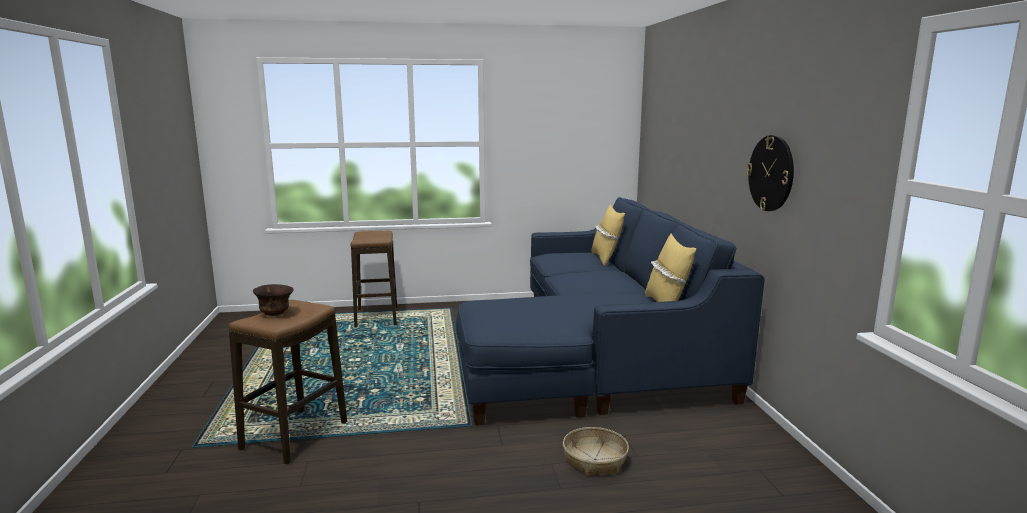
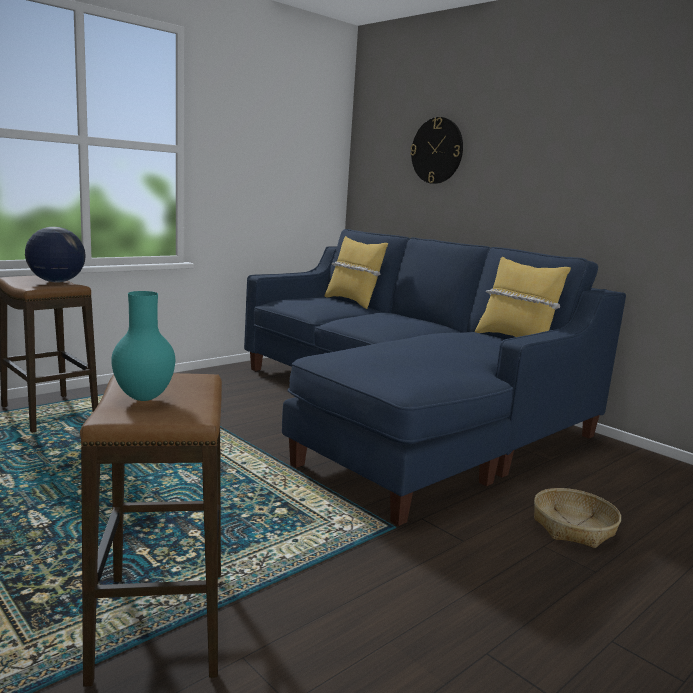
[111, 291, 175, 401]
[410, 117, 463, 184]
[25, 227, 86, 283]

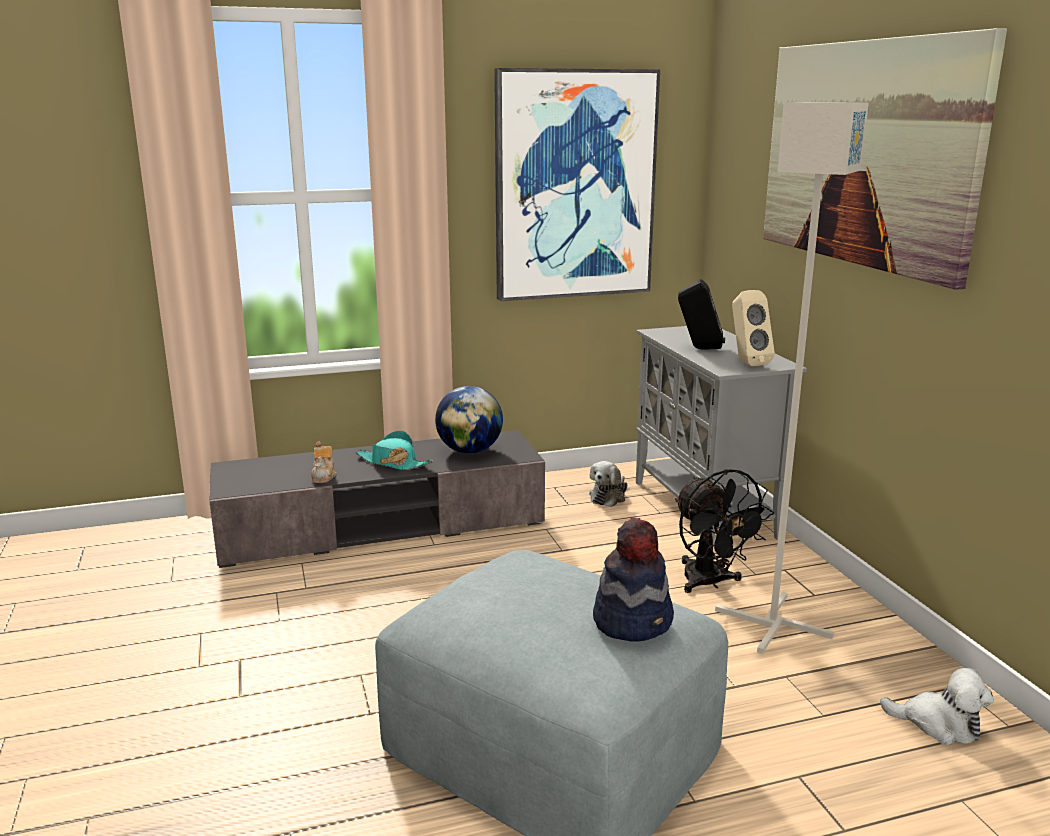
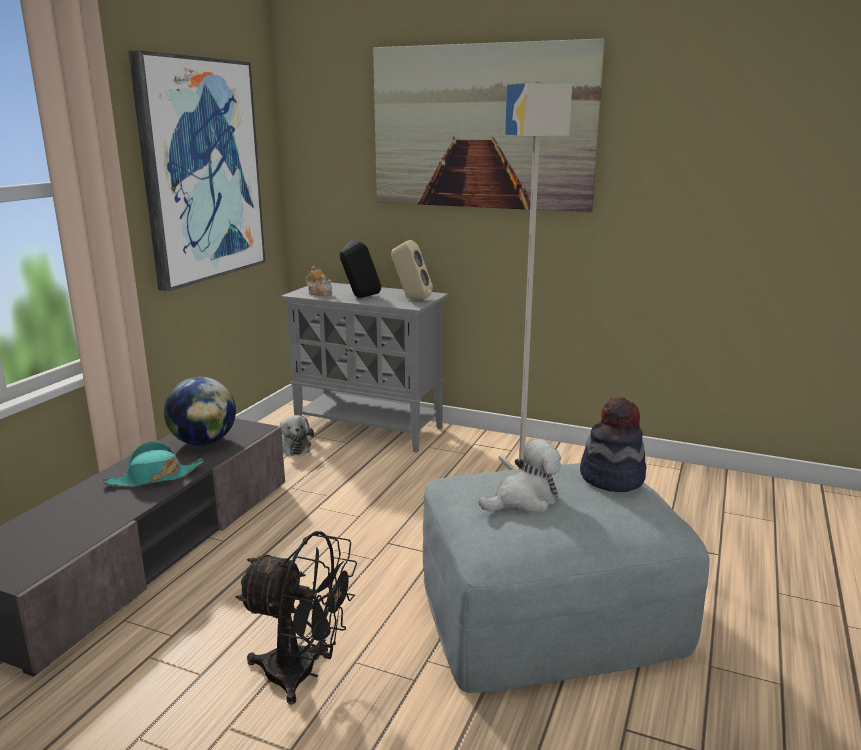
[305, 266, 332, 296]
[235, 531, 357, 705]
[478, 439, 561, 512]

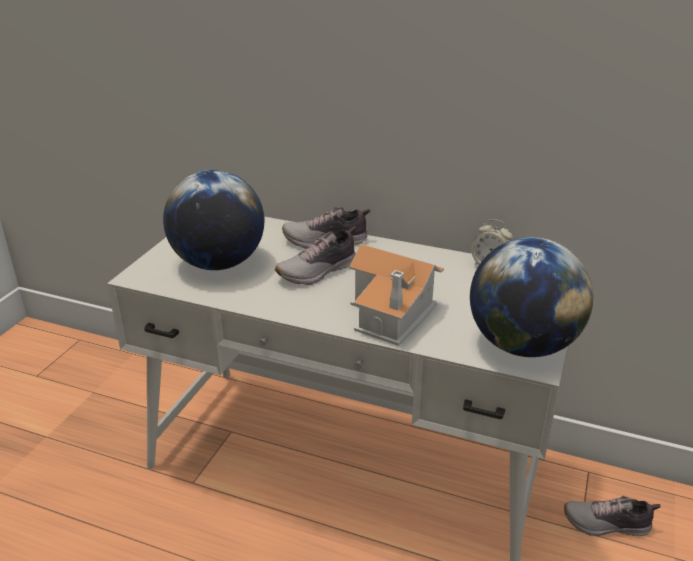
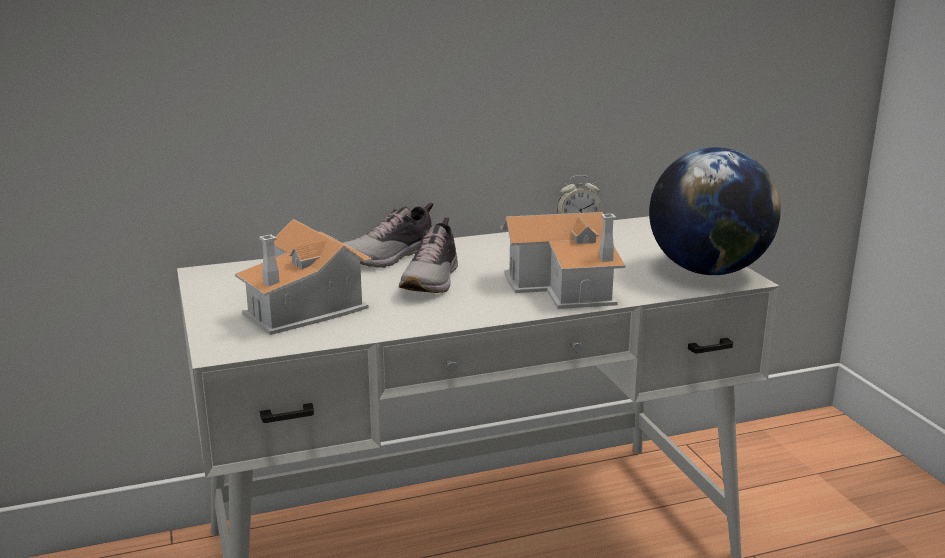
[235, 219, 372, 335]
[564, 496, 661, 536] (first image)

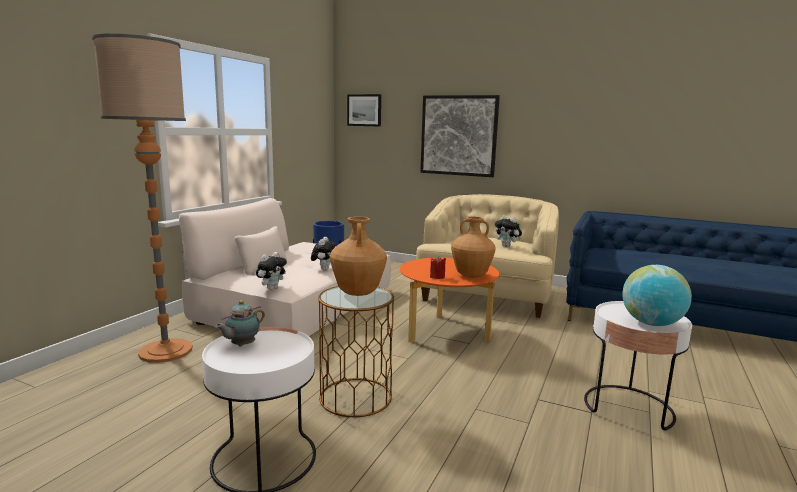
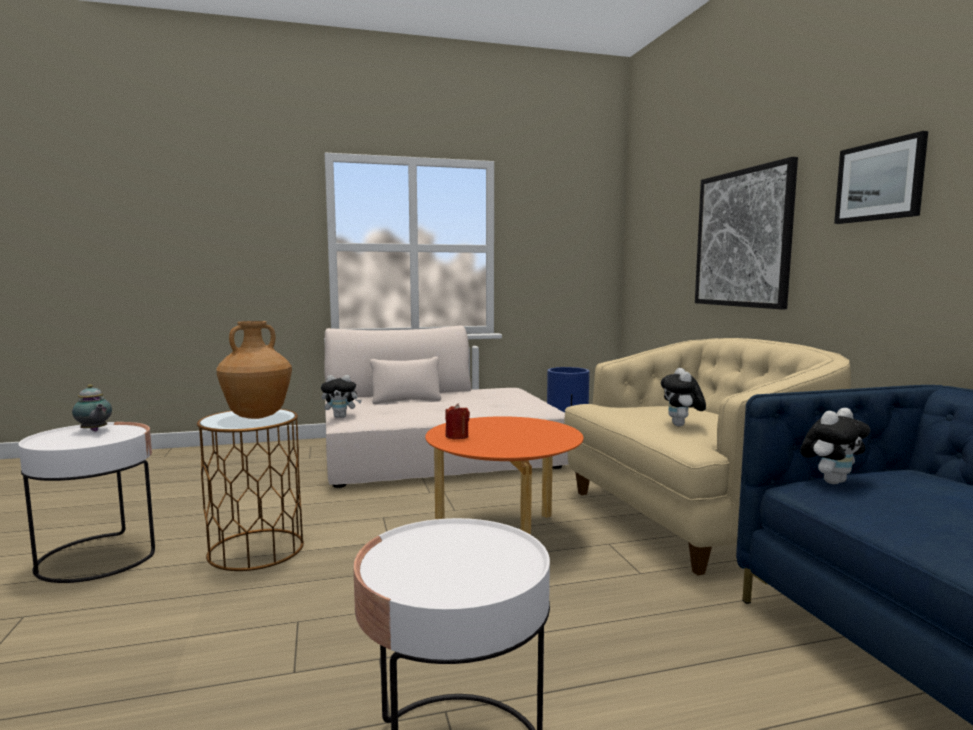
[92, 34, 192, 363] (first image)
[72, 384, 112, 432]
[800, 408, 871, 484]
[834, 131, 928, 224]
[451, 217, 495, 278] (first image)
[622, 265, 692, 326] (first image)

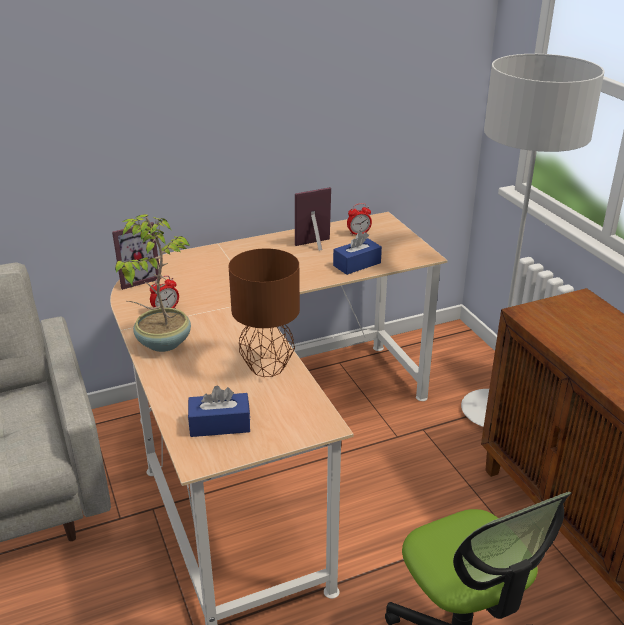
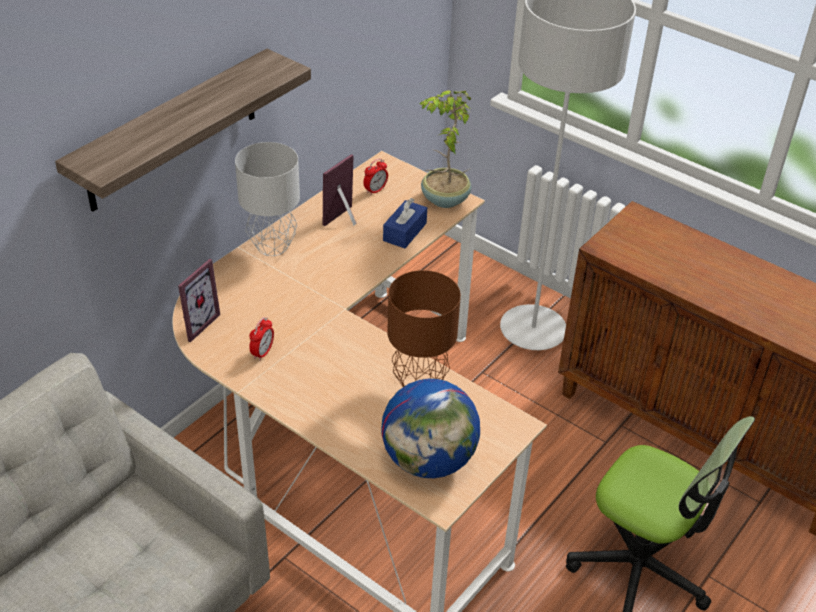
[420, 90, 472, 208]
[381, 379, 480, 478]
[55, 49, 311, 212]
[235, 142, 300, 256]

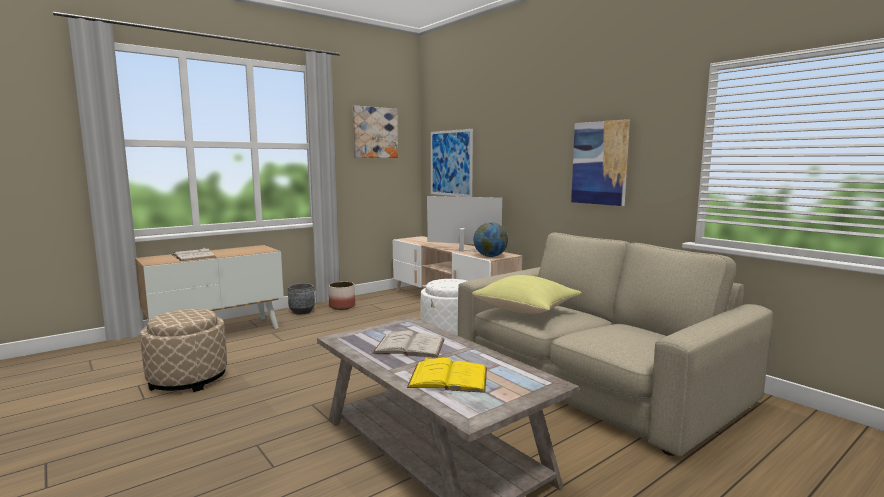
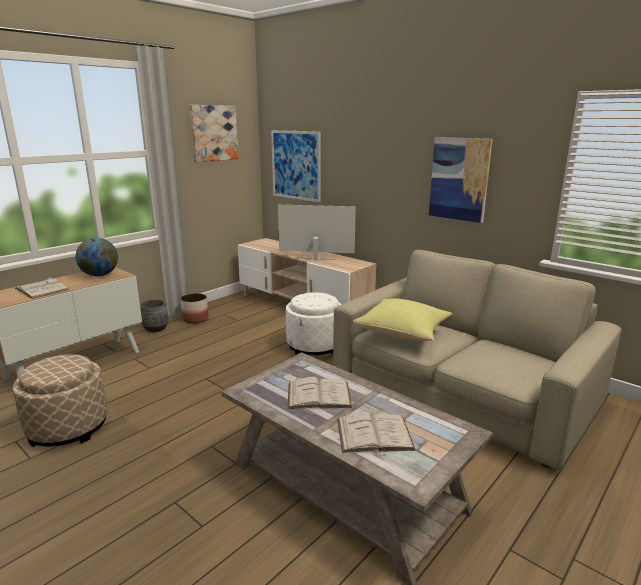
[337, 412, 416, 453]
[76, 238, 118, 276]

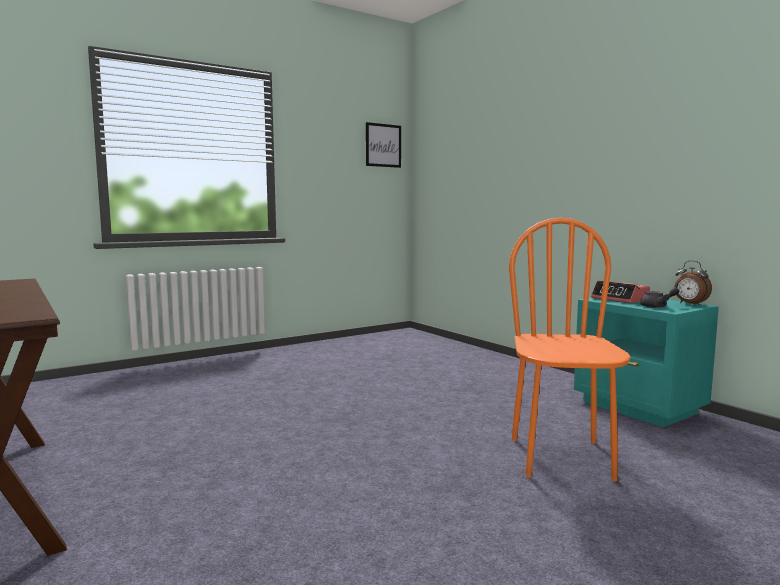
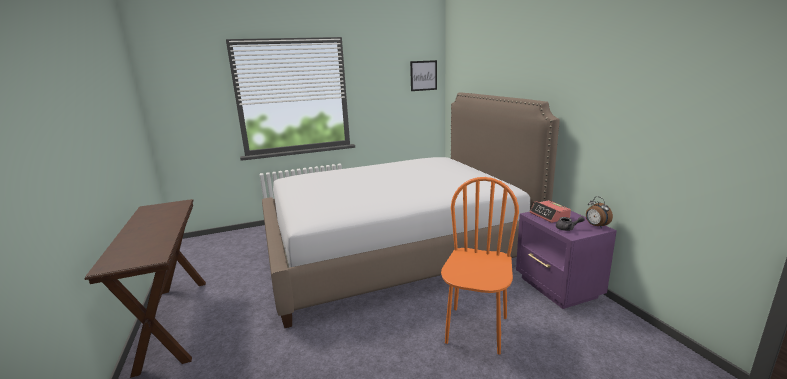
[516, 211, 617, 309]
[262, 92, 560, 328]

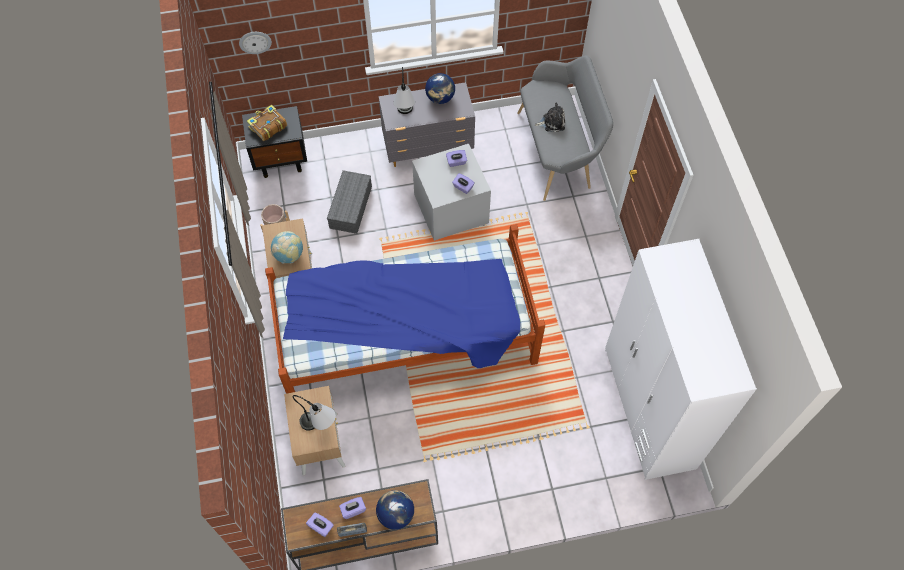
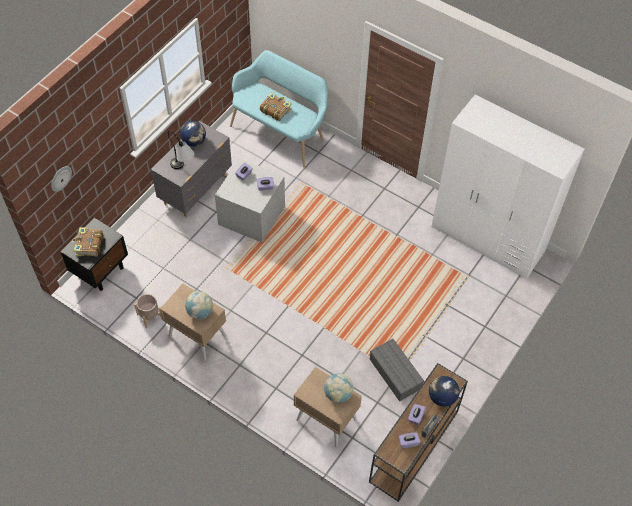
[265, 224, 545, 394] (first image)
[324, 373, 354, 403]
[370, 339, 424, 402]
[230, 50, 328, 168]
[260, 93, 292, 121]

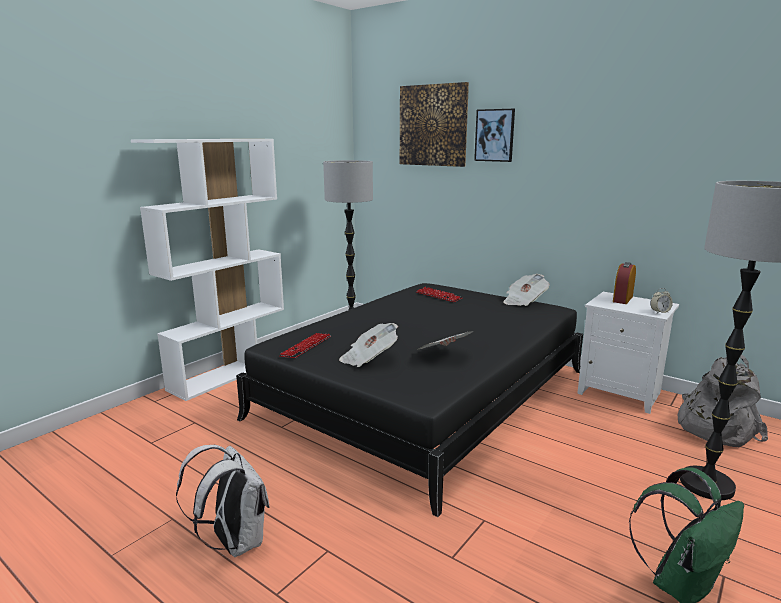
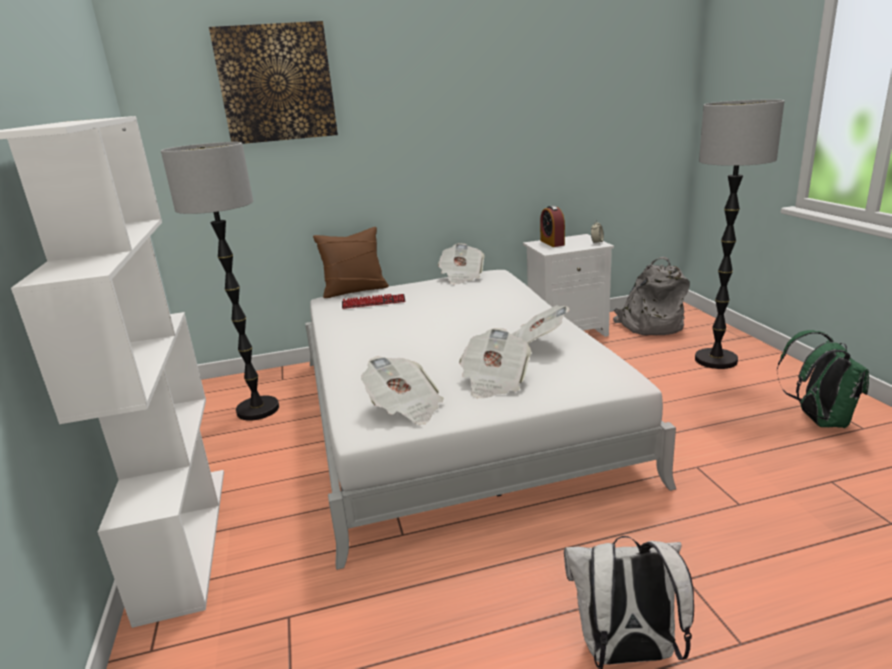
[305, 270, 676, 570]
[361, 356, 444, 425]
[474, 109, 515, 162] (first image)
[313, 227, 389, 298]

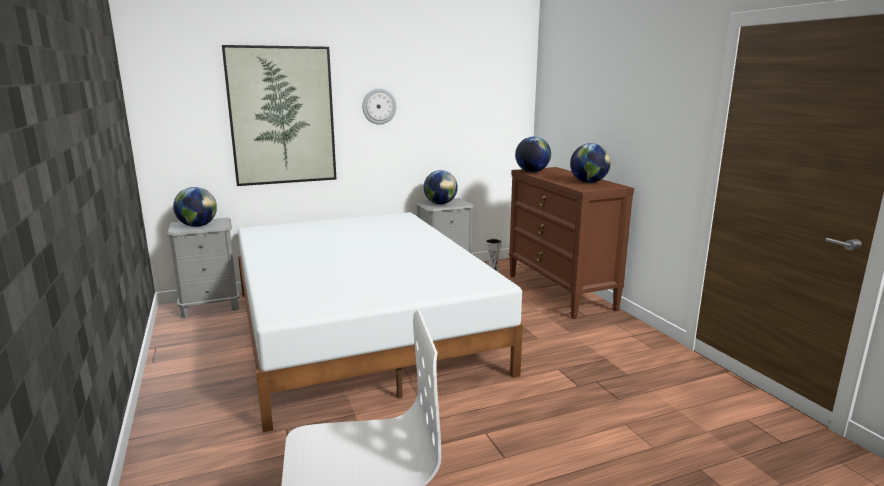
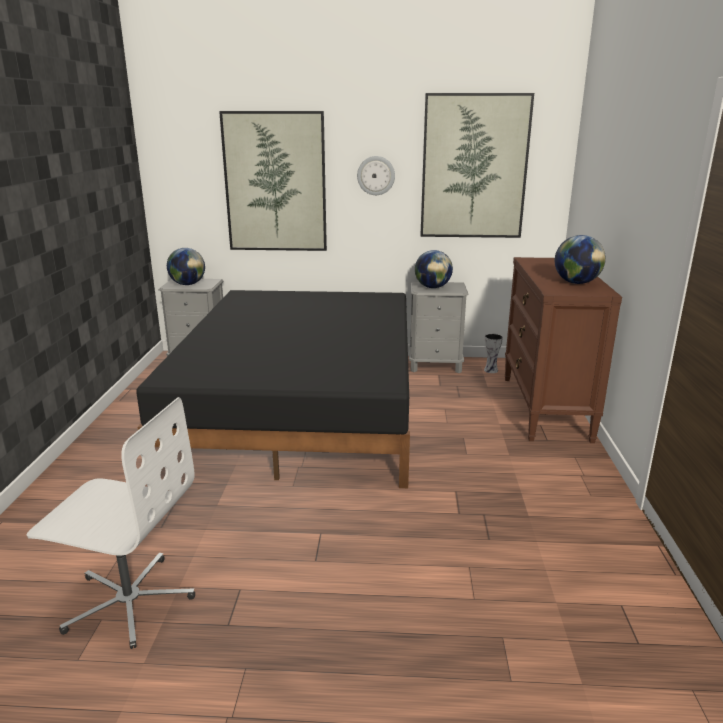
[136, 290, 410, 488]
[515, 136, 551, 172] (first image)
[420, 93, 534, 238]

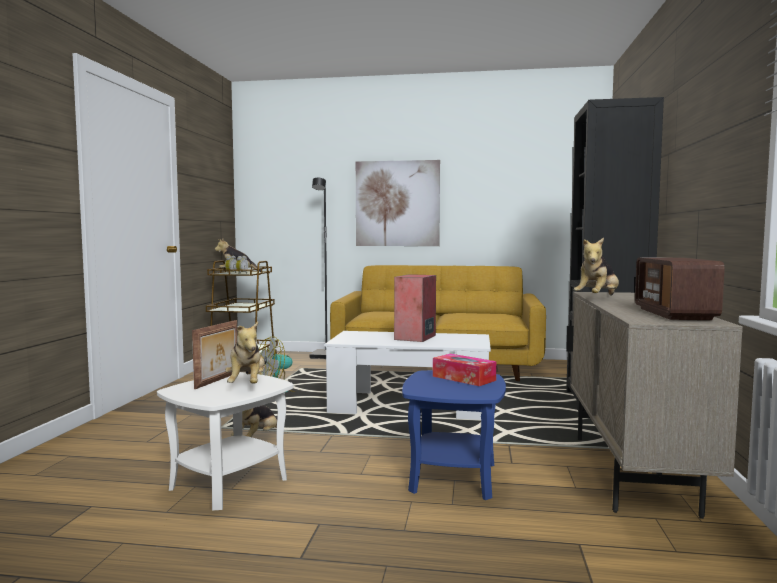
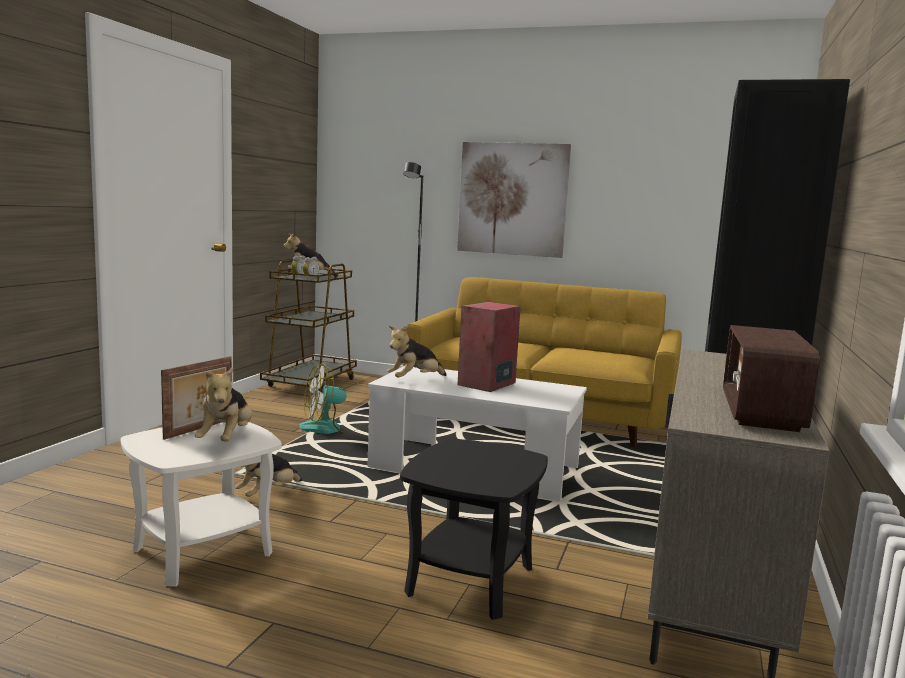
[400, 439, 548, 620]
[433, 354, 497, 386] (first image)
[387, 325, 447, 377]

